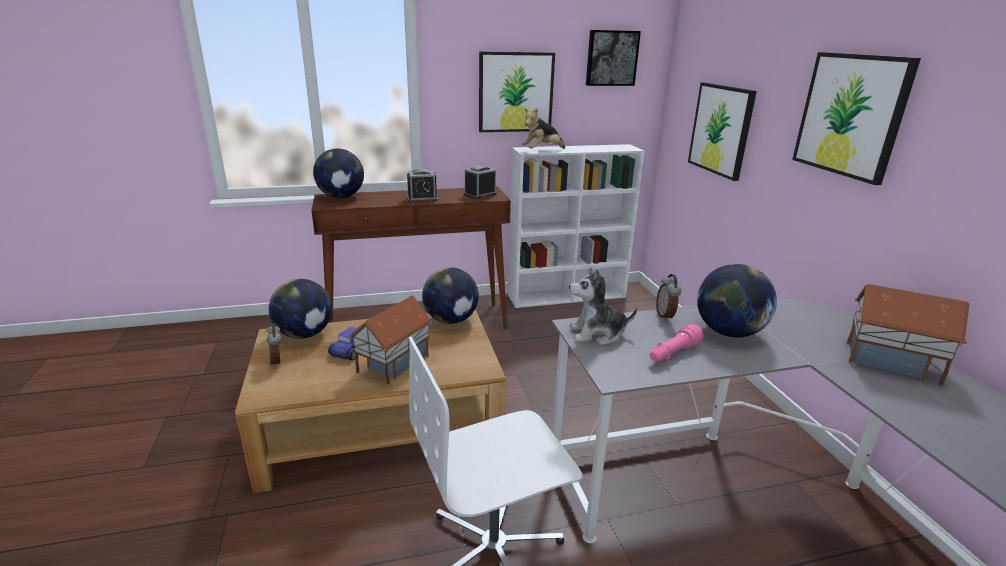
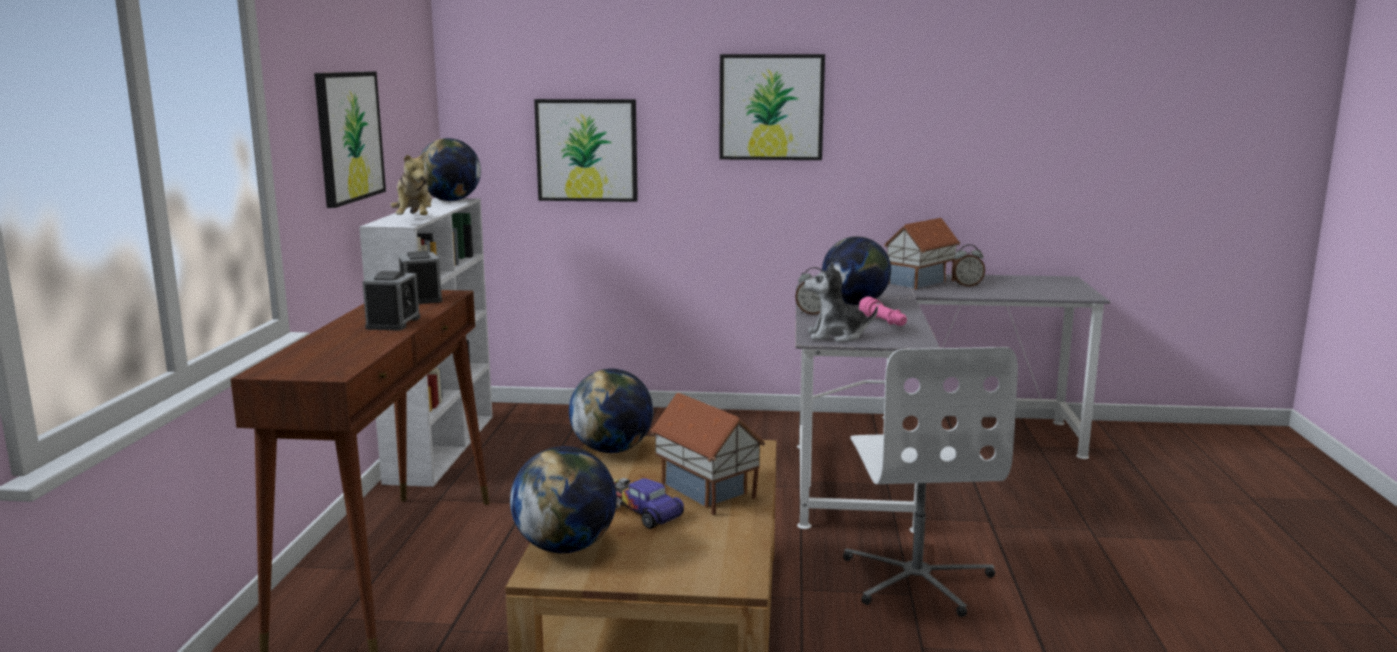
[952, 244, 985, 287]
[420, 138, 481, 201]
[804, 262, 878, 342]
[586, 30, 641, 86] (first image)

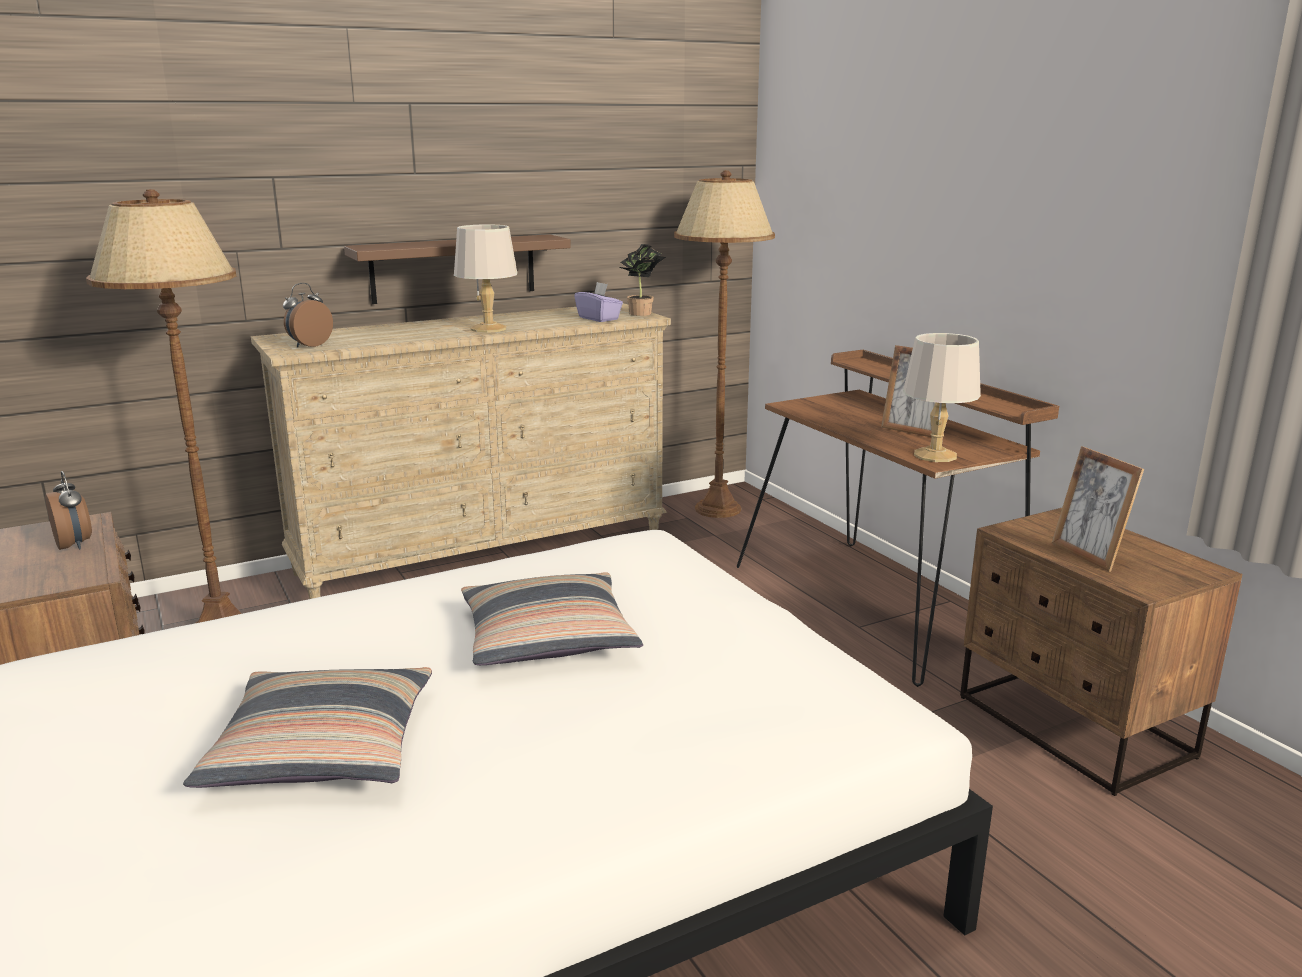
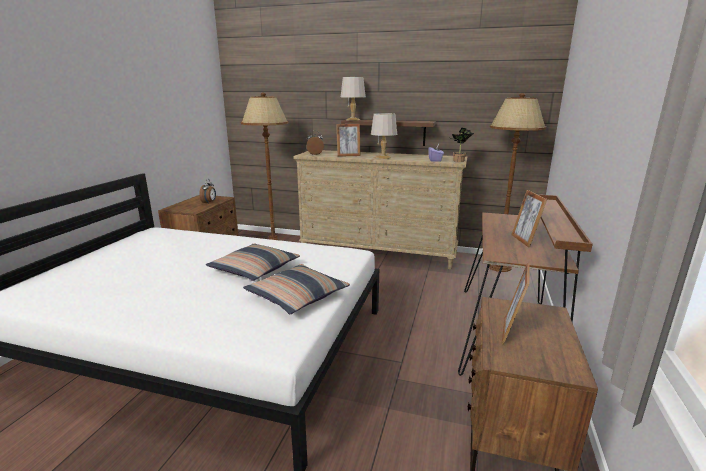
[243, 264, 350, 314]
[341, 77, 366, 121]
[336, 124, 361, 157]

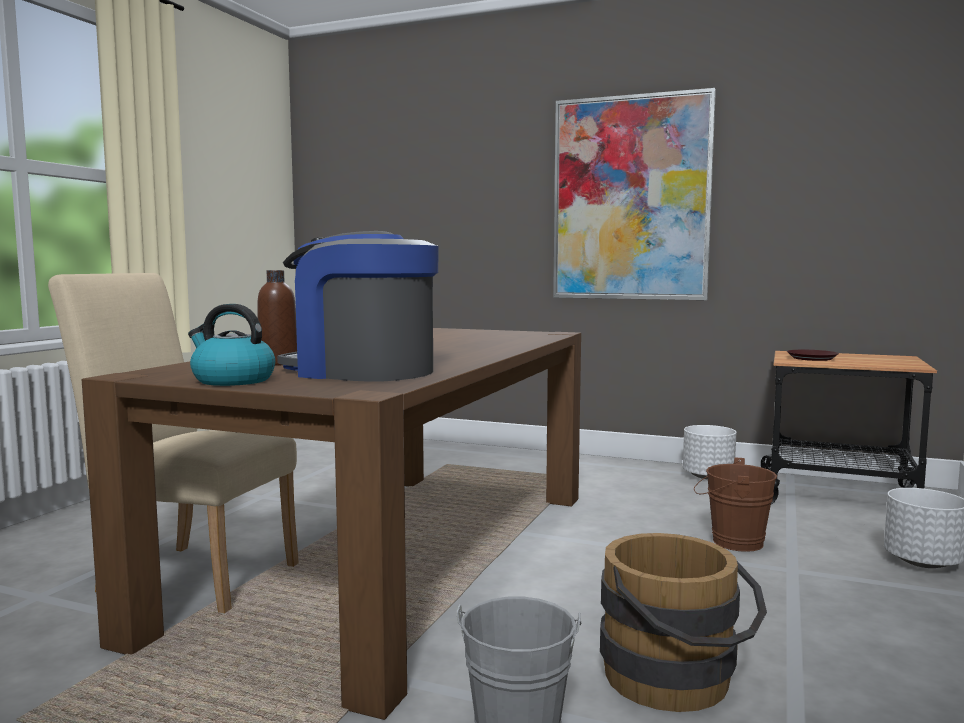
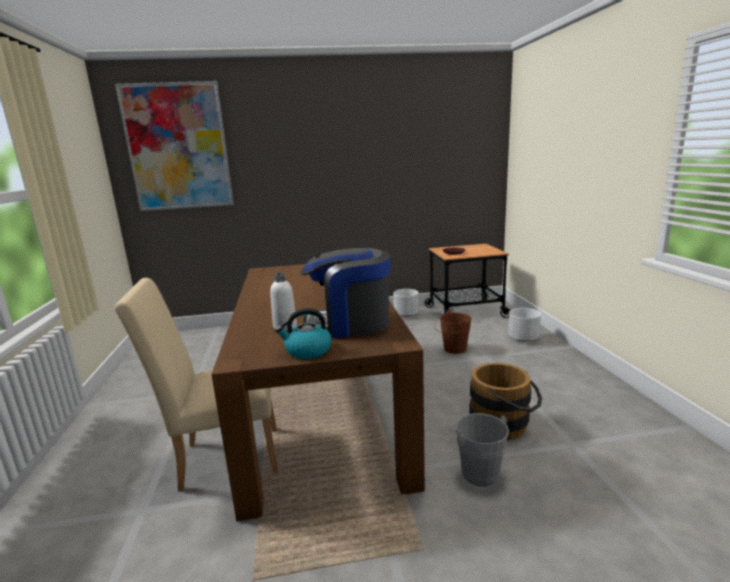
[270, 273, 297, 330]
[115, 81, 234, 211]

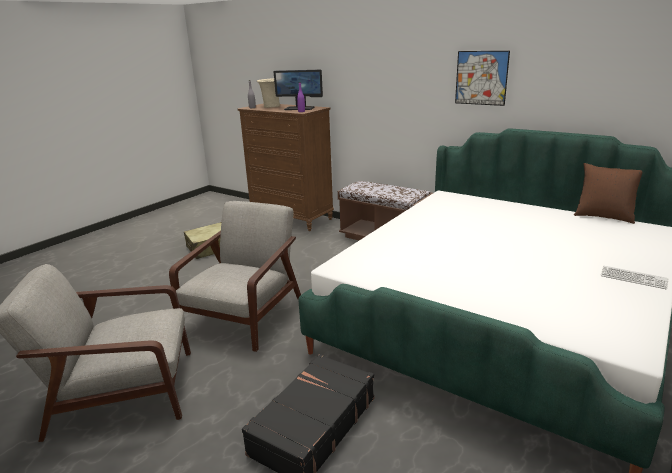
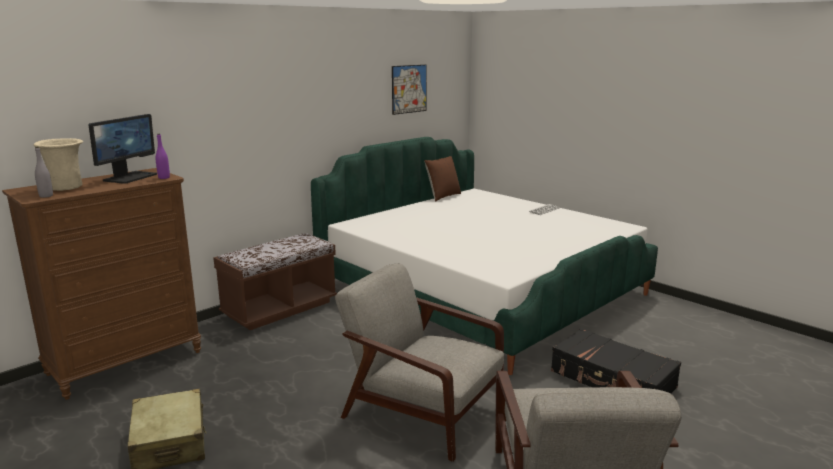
[392, 65, 427, 115]

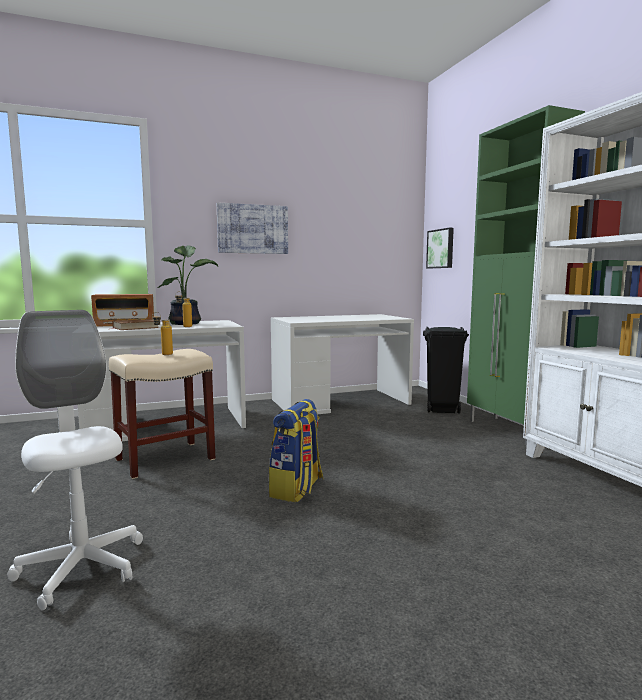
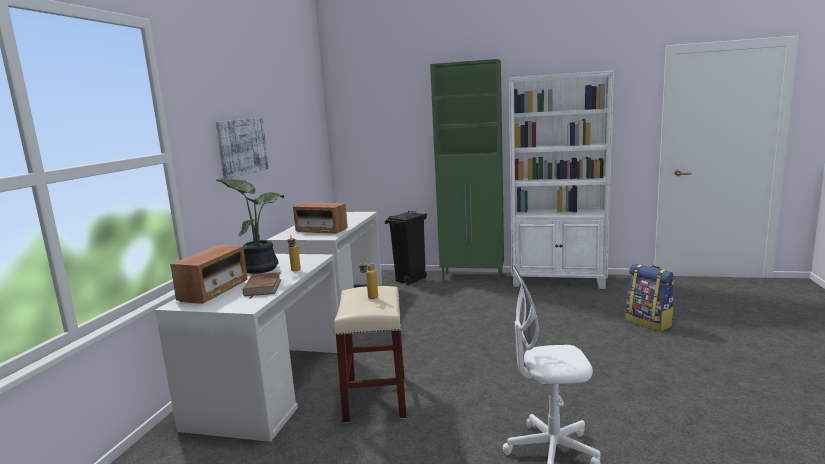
[626, 264, 675, 331]
[426, 228, 454, 268] (first image)
[293, 202, 348, 234]

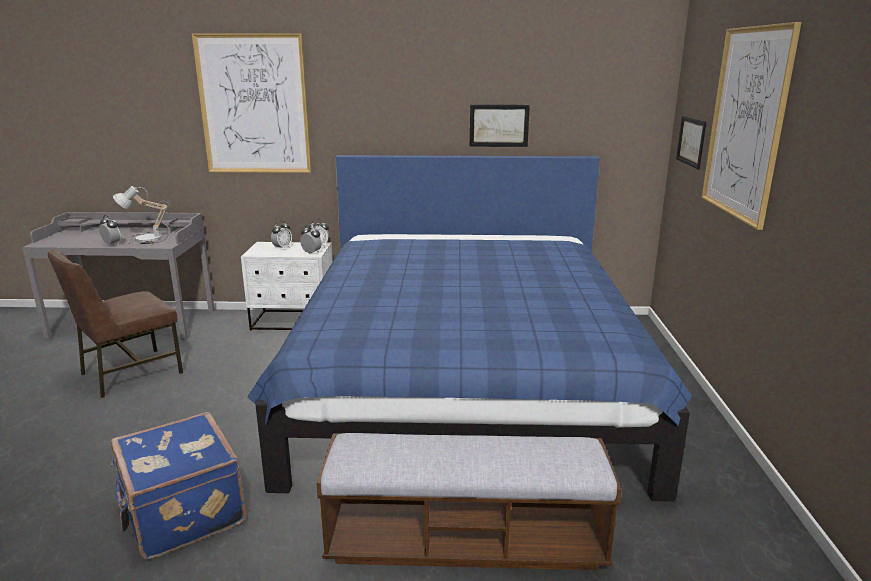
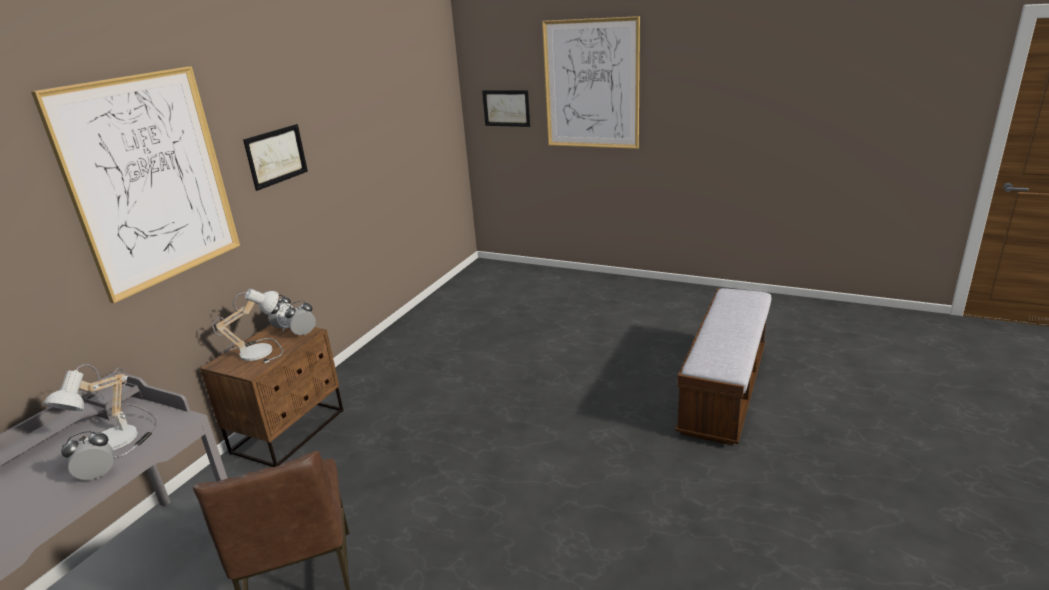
[110, 412, 246, 559] (first image)
[200, 325, 343, 467]
[247, 155, 692, 501] (first image)
[212, 288, 283, 363]
[243, 124, 308, 191]

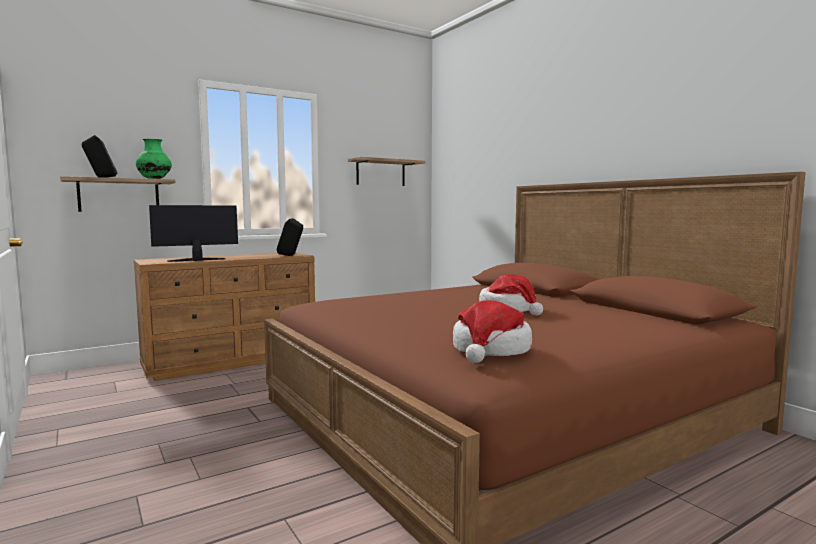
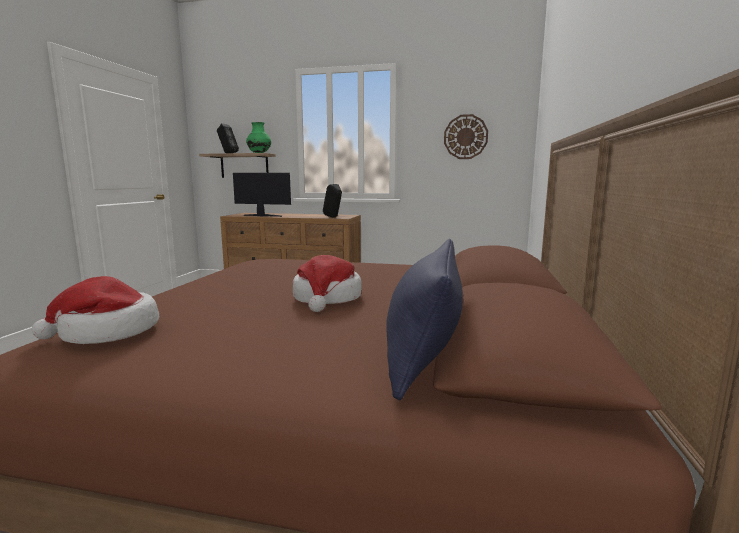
[444, 114, 488, 159]
[386, 239, 463, 400]

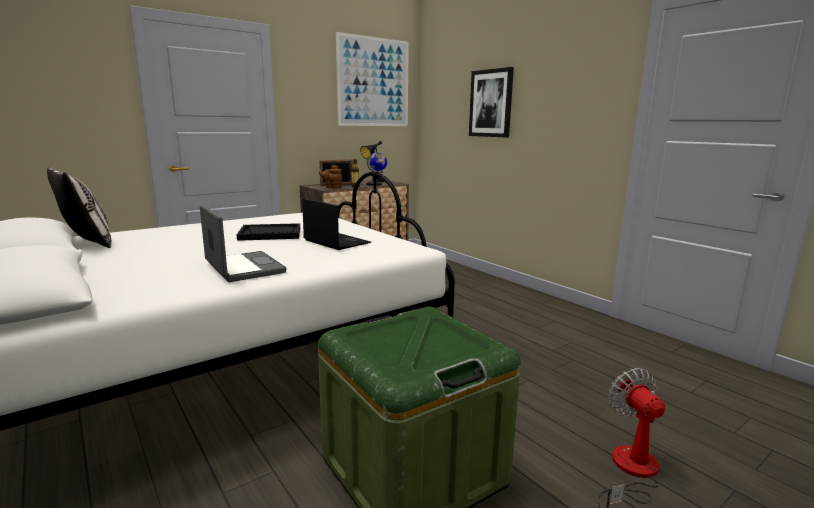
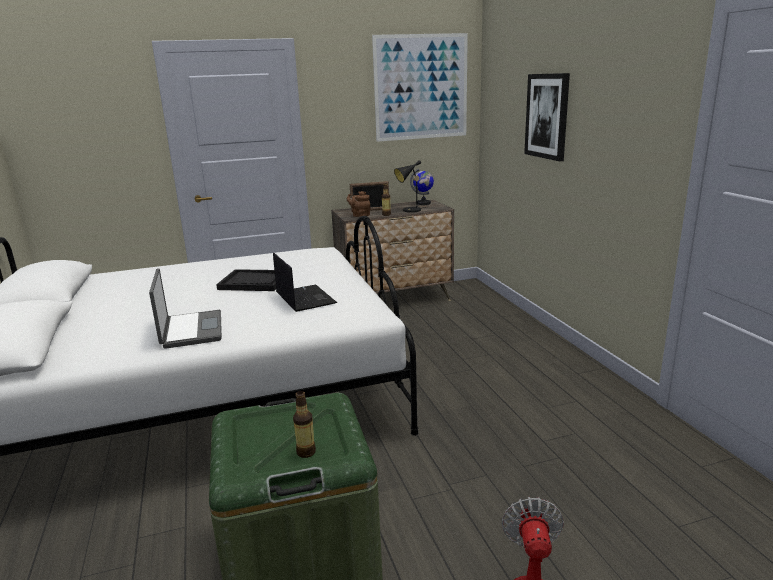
[47, 167, 111, 248] (first image)
[293, 391, 316, 458]

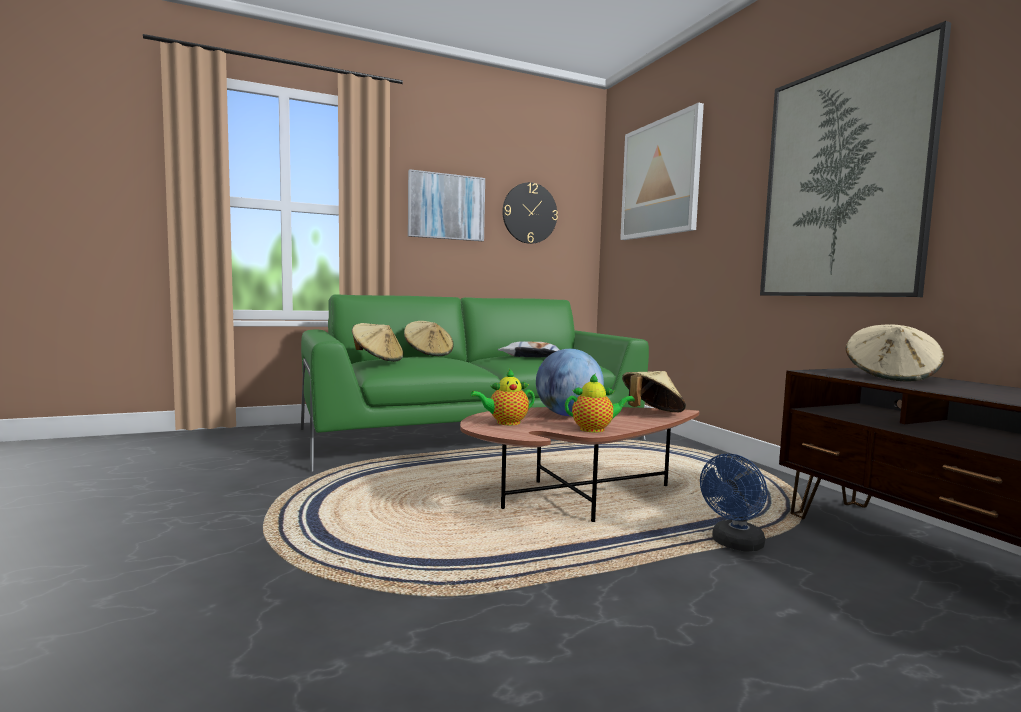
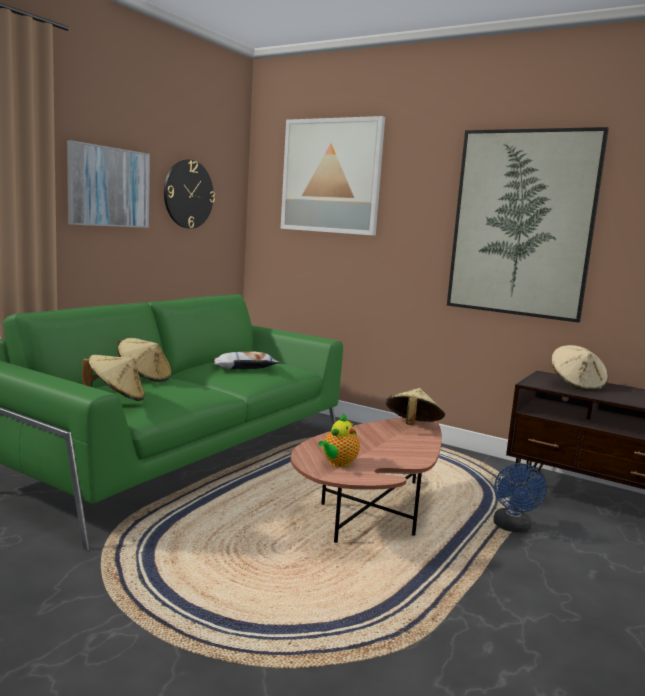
[536, 349, 604, 416] (first image)
[565, 373, 635, 432] (first image)

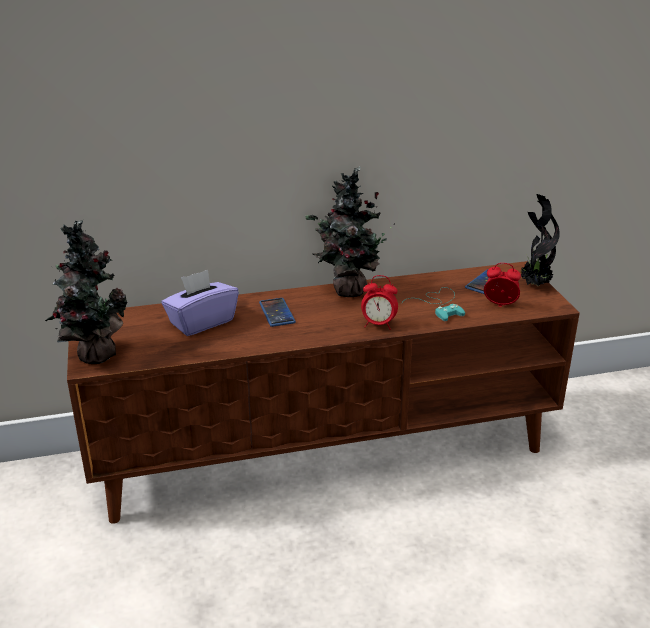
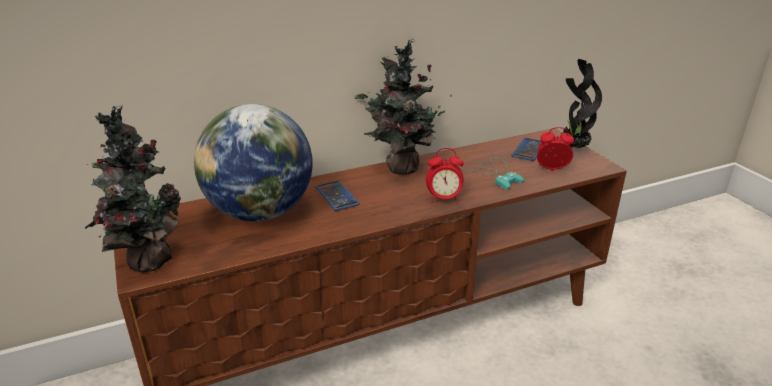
[194, 104, 313, 221]

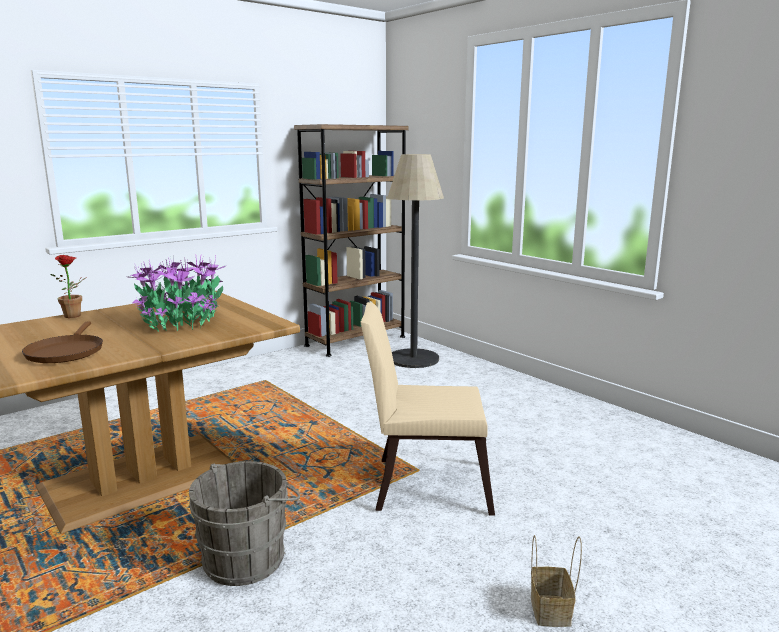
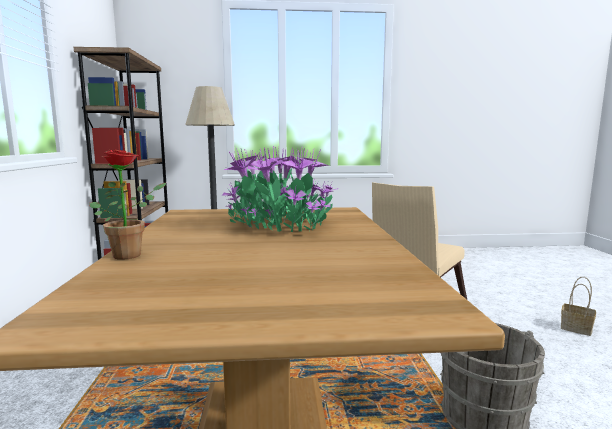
[22, 322, 103, 363] (first image)

